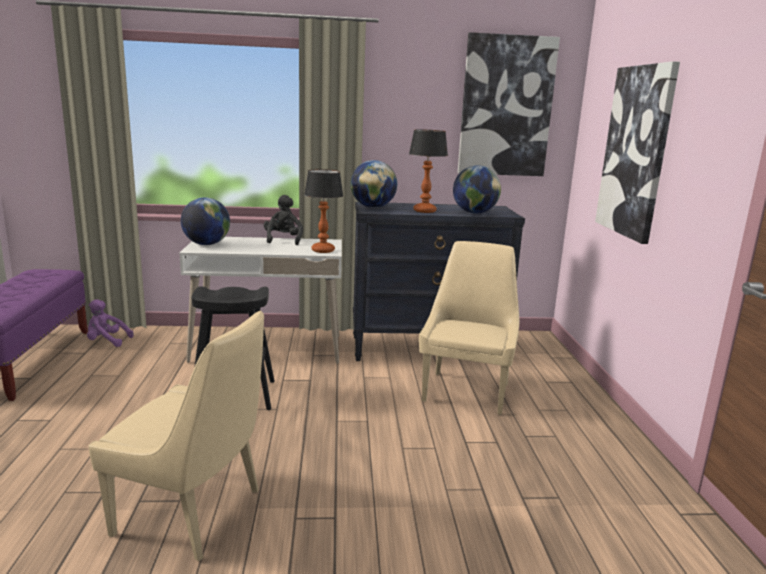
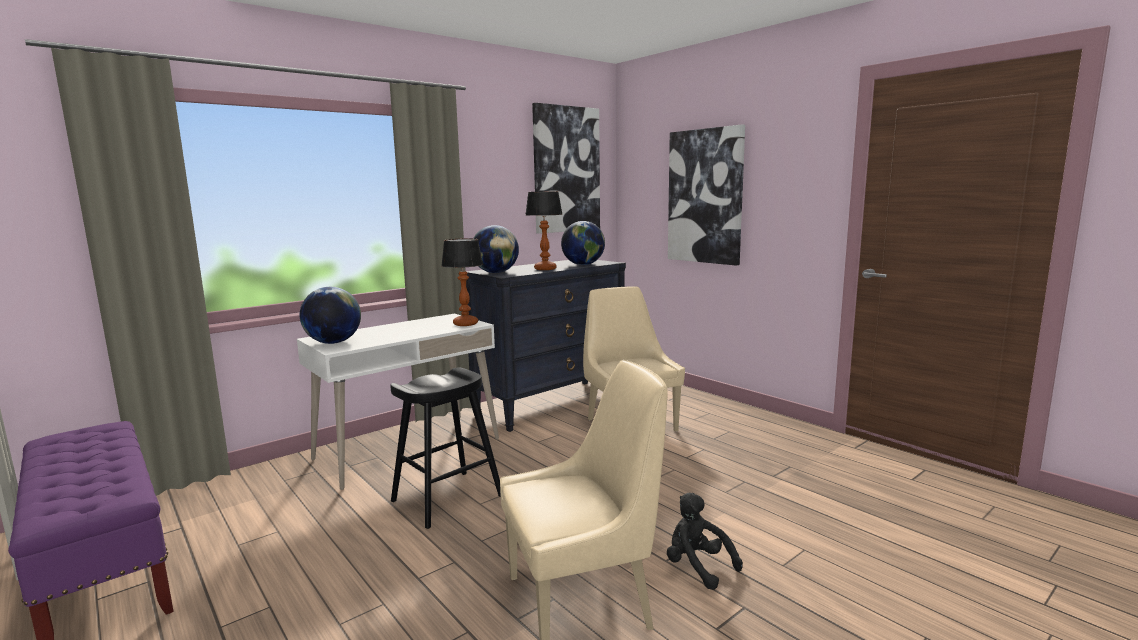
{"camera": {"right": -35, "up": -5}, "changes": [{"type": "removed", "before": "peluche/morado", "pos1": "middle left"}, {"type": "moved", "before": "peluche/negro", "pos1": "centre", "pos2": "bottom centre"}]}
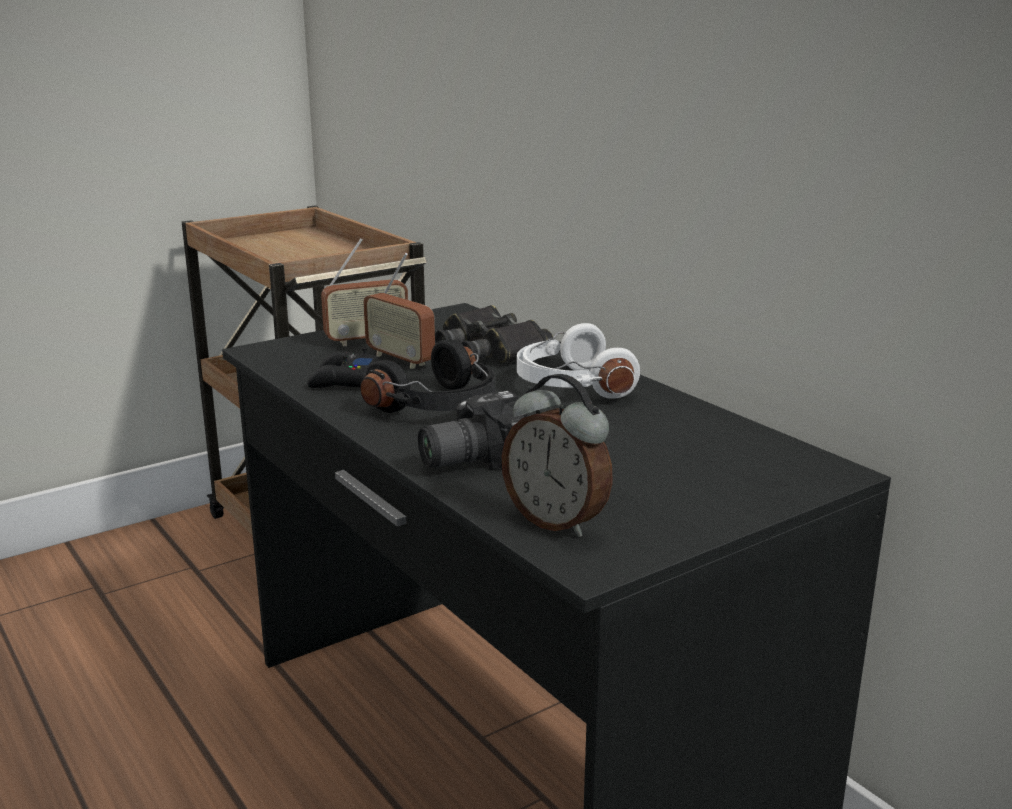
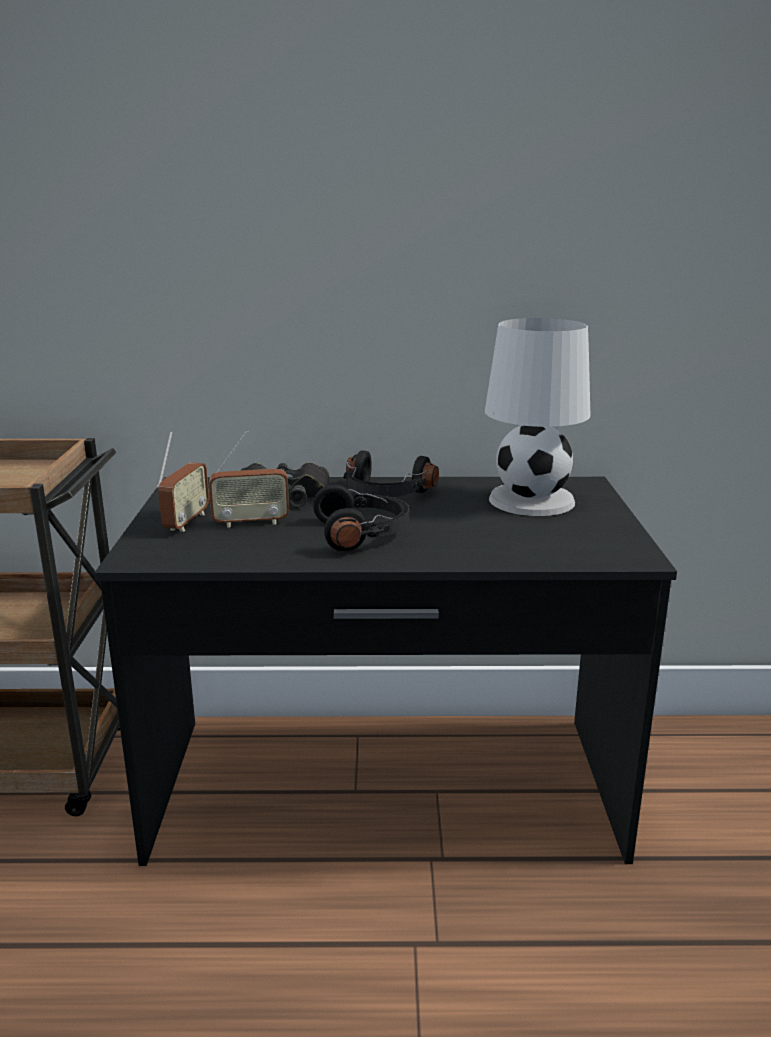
{"camera": {"right": -55, "up": 0}, "changes": [{"type": "removed", "before": "mando de consola/negro", "pos1": "centre"}, {"type": "removed", "before": "cámara", "pos1": "centre"}, {"type": "removed", "before": "despertador", "pos1": "centre"}, {"type": "added", "after": "lámpara de mesa/blanco", "pos2": "middle right"}, {"type": "recoloured", "before": "auriculares/blanco", "after": "auriculares/negro (2nd from left)", "pos1": "centre", "pos2": "centre"}]}
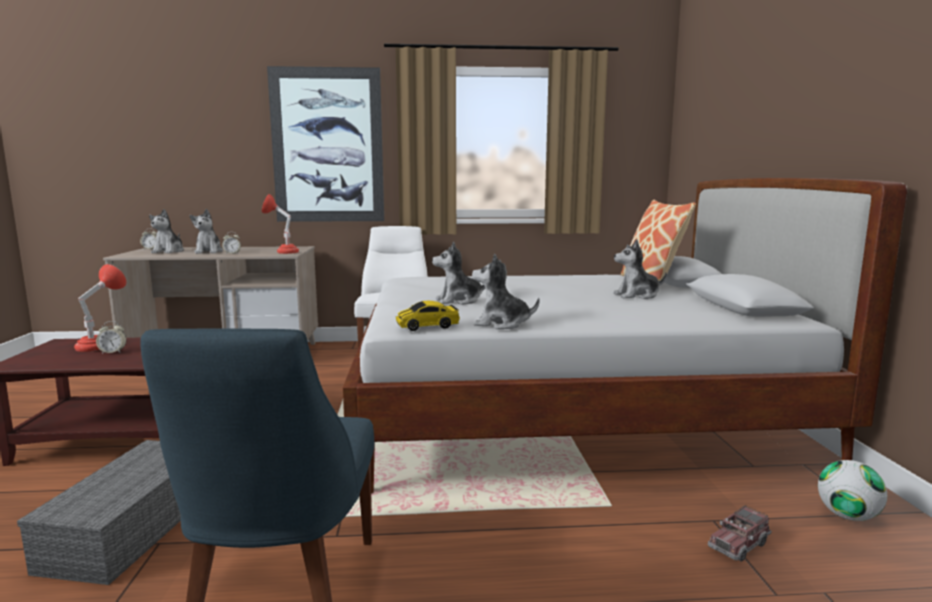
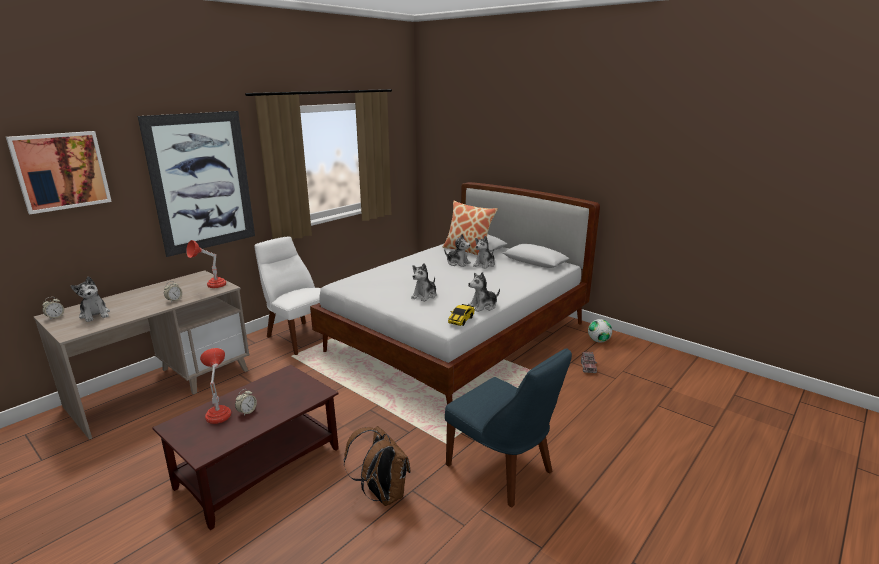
{"camera": {"right": -45, "up": 10}, "changes": [{"type": "added", "after": "cuadro (1st from left)", "pos2": "top left"}, {"type": "moved", "before": "peluche (2nd from left in the first image)", "after": "peluche (3rd from left)", "pos1": "middle left", "pos2": "centre"}, {"type": "replaced", "before": "caja de almacenaje/gris", "after": "mochila/marrón", "pos1": "bottom left", "pos2": "bottom centre"}]}
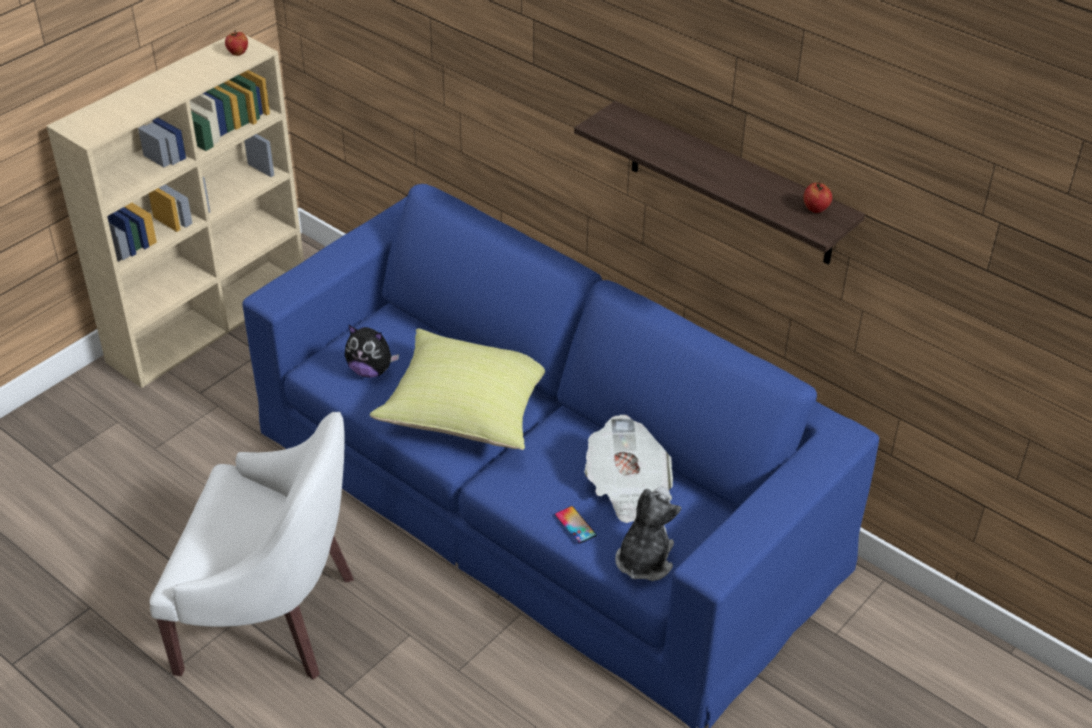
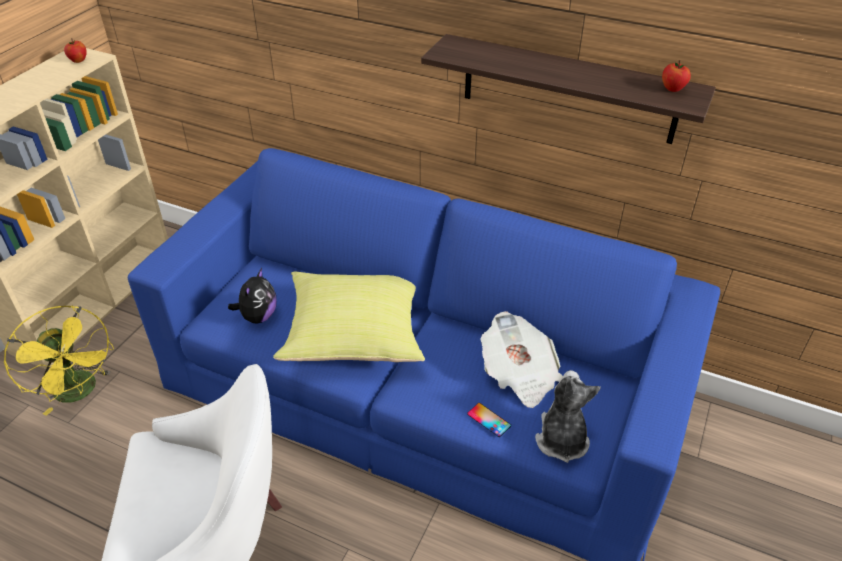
{"camera": {"right": -15, "up": 0}, "changes": [{"type": "added", "after": "ventilador/amarillo", "pos2": "middle left"}, {"type": "turned", "before": "peluche (1st from left)", "pos1": "centre", "pos2": "middle left", "turn": -75}]}
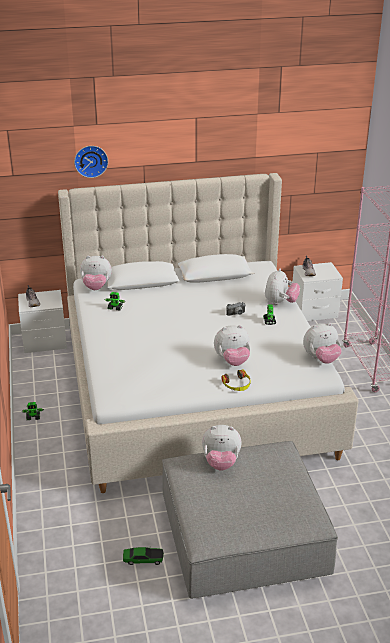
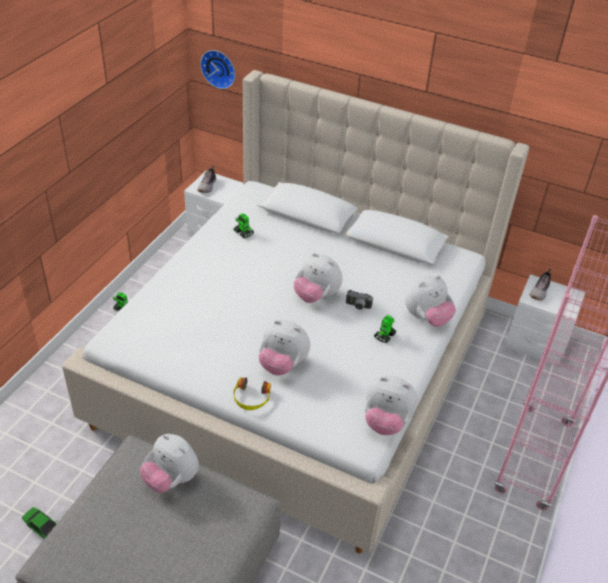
{"camera": {"right": 35, "up": 10}, "changes": [{"type": "moved", "before": "reloj de pared", "pos1": "top left", "pos2": "top centre"}, {"type": "moved", "before": "peluche (1st from left in the first image)", "after": "peluche (3rd from left)", "pos1": "middle left", "pos2": "centre"}]}
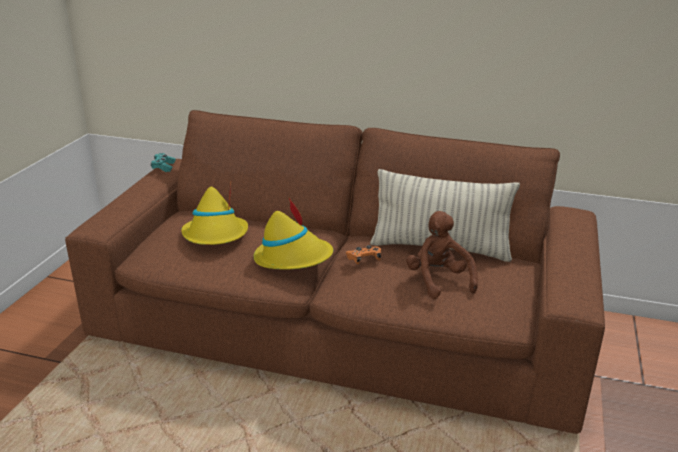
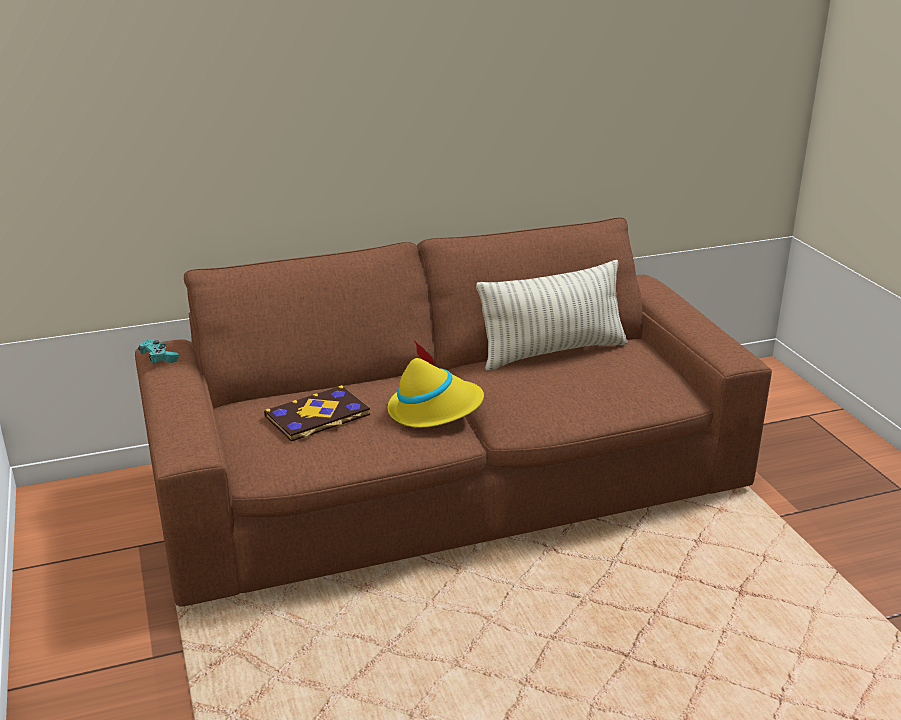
{"camera": {"right": -35, "up": 0}, "changes": [{"type": "removed", "before": "mando de consola/naranja", "pos1": "centre"}, {"type": "removed", "before": "peluche/marrón", "pos1": "centre"}, {"type": "replaced", "before": "sombrero/amarillo (1st from left)", "after": "libro", "pos1": "middle left", "pos2": "centre"}]}
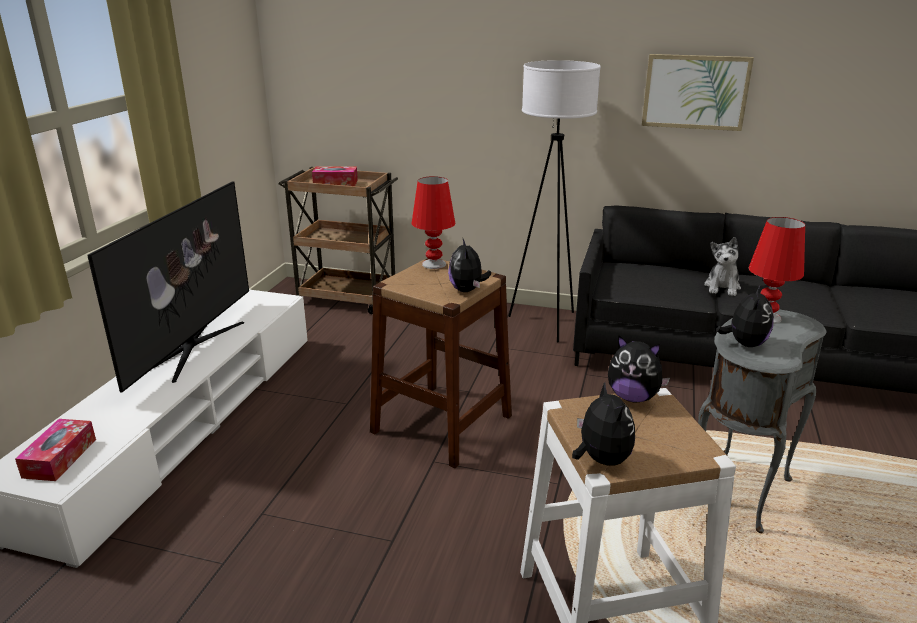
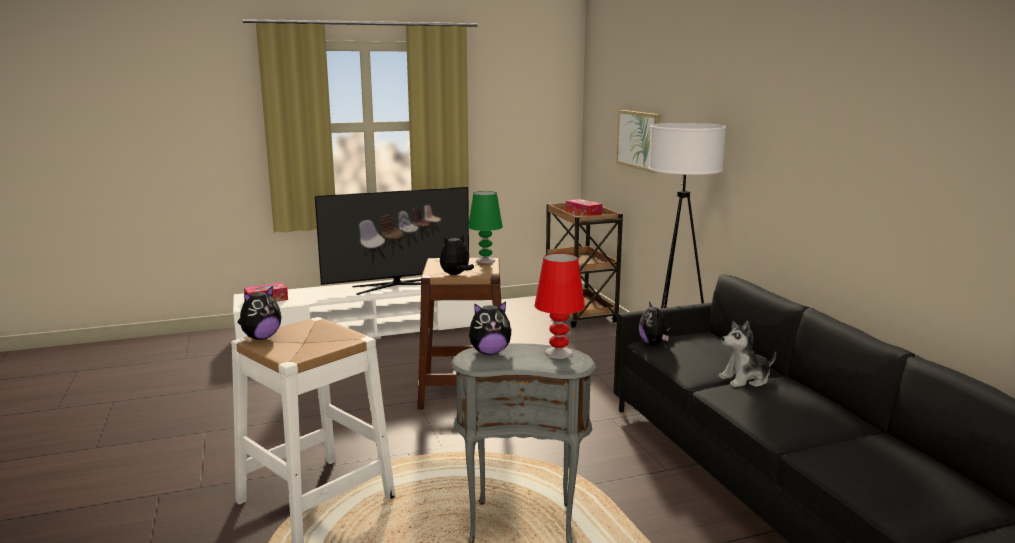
{"camera": {"right": 55, "up": -10}, "changes": [{"type": "moved", "before": "peluche (3rd from left in the first image)", "after": "peluche (4th from left)", "pos1": "middle right", "pos2": "centre"}, {"type": "moved", "before": "cuadro", "pos1": "top right", "pos2": "top centre"}, {"type": "recoloured", "before": "lámpara de mesa/rojo (1st from left)", "after": "lámpara de mesa/verde", "pos1": "centre", "pos2": "centre"}]}
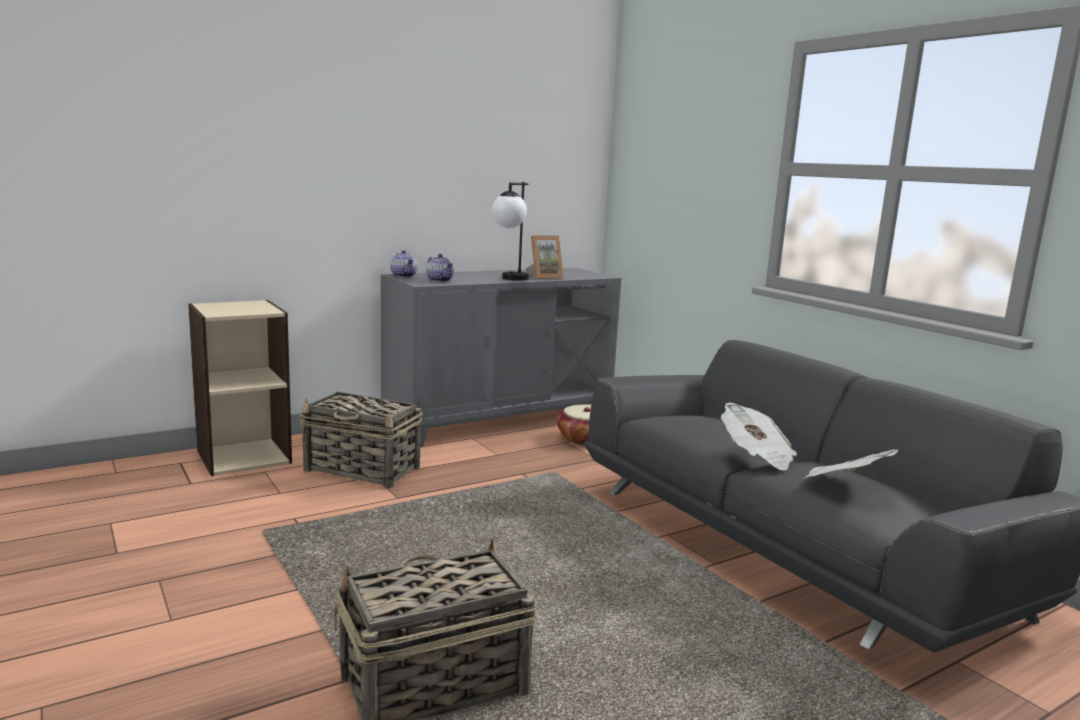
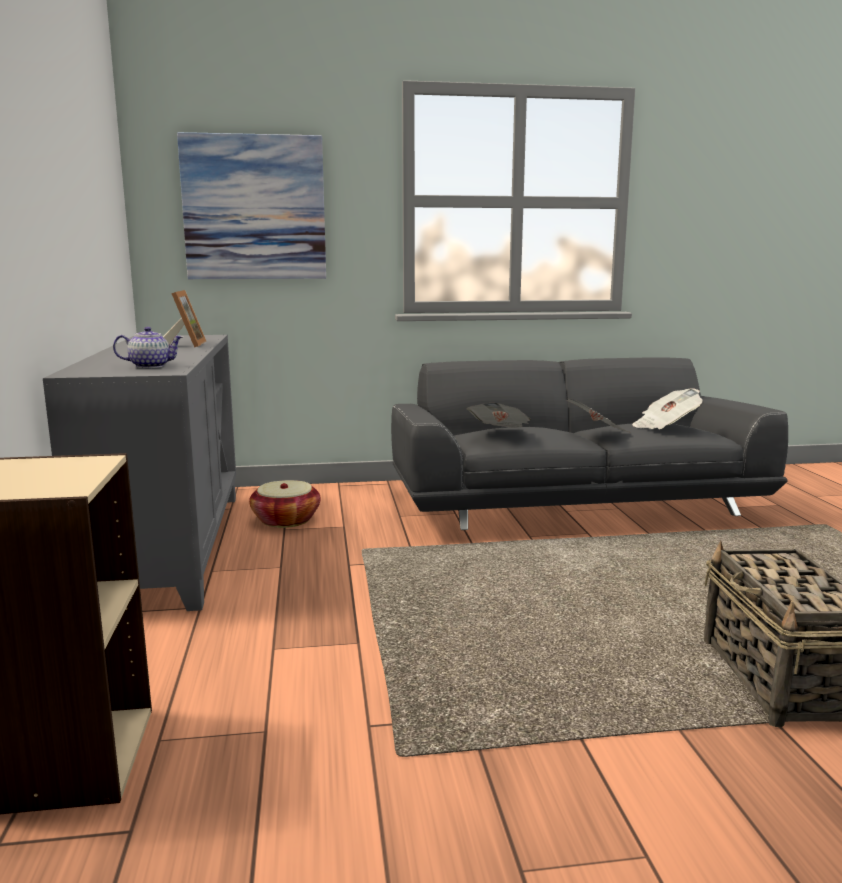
{"camera": {"right": -65, "up": 0}, "changes": [{"type": "removed", "before": "cesta (1st from left)", "pos1": "centre"}, {"type": "removed", "before": "tetera (1st from left)", "pos1": "centre"}, {"type": "removed", "before": "lámpara de mesa", "pos1": "top centre"}, {"type": "added", "after": "cuadro", "pos2": "top left"}, {"type": "added", "after": "periódico (1st from left)", "pos2": "centre"}]}
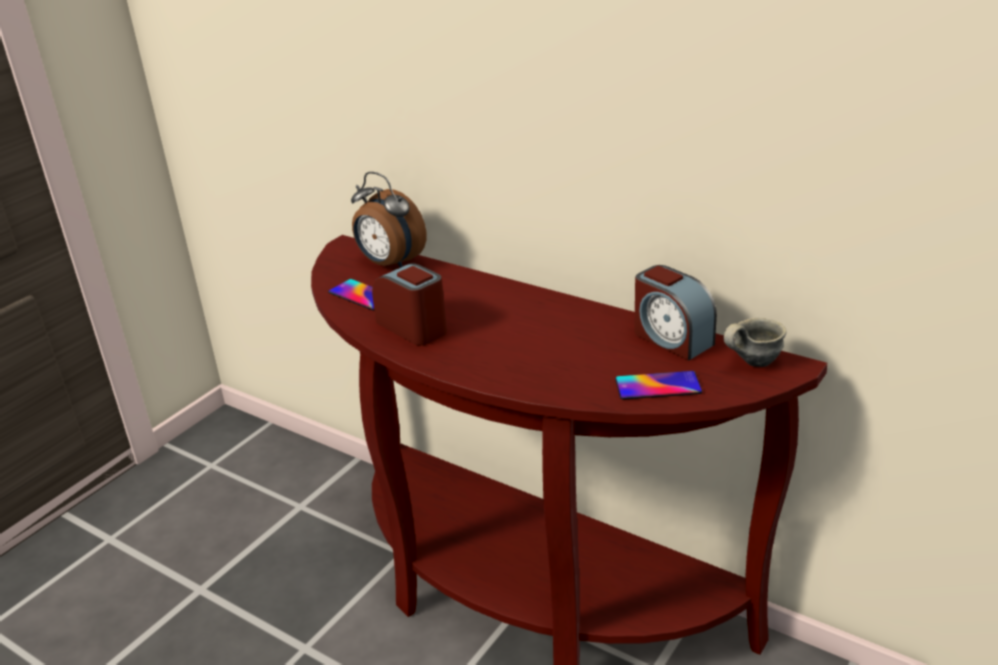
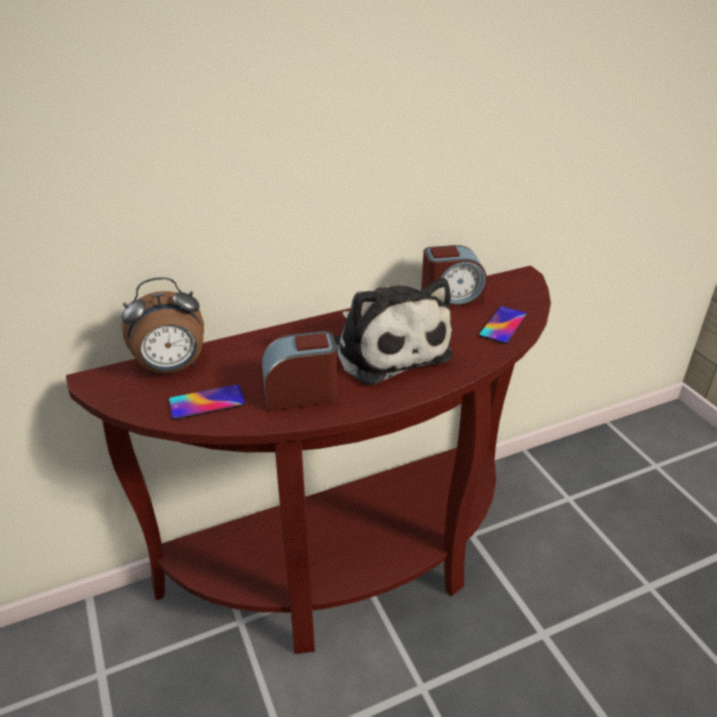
{"camera": {"right": -60, "up": 5}, "changes": [{"type": "removed", "before": "taza grande/gris", "pos1": "middle right"}, {"type": "added", "after": "peluche", "pos2": "centre"}]}
